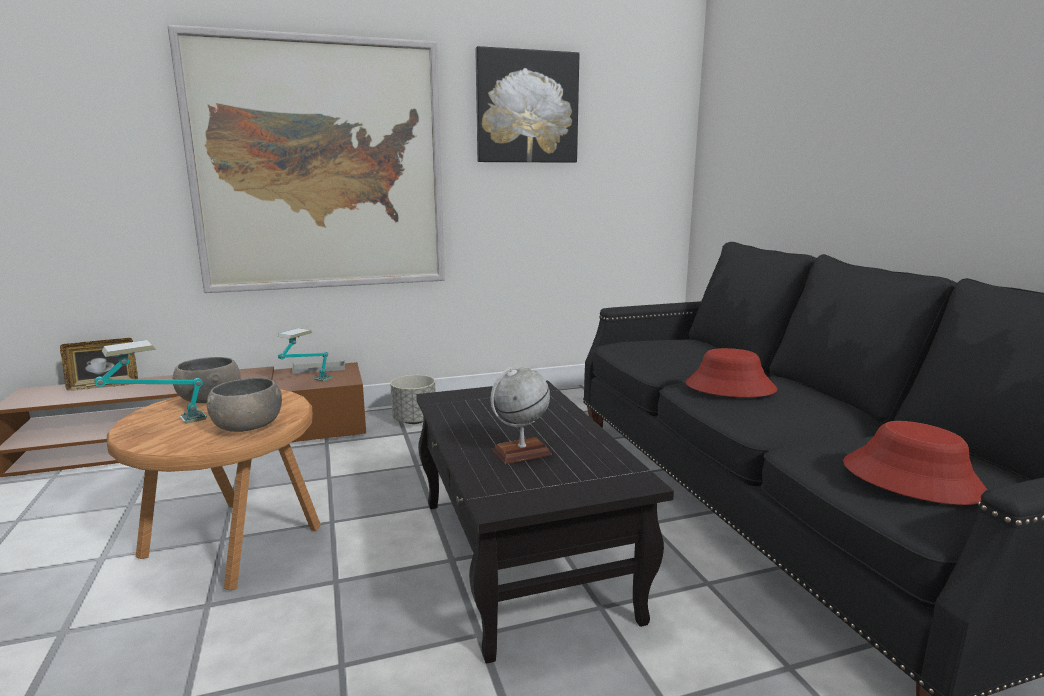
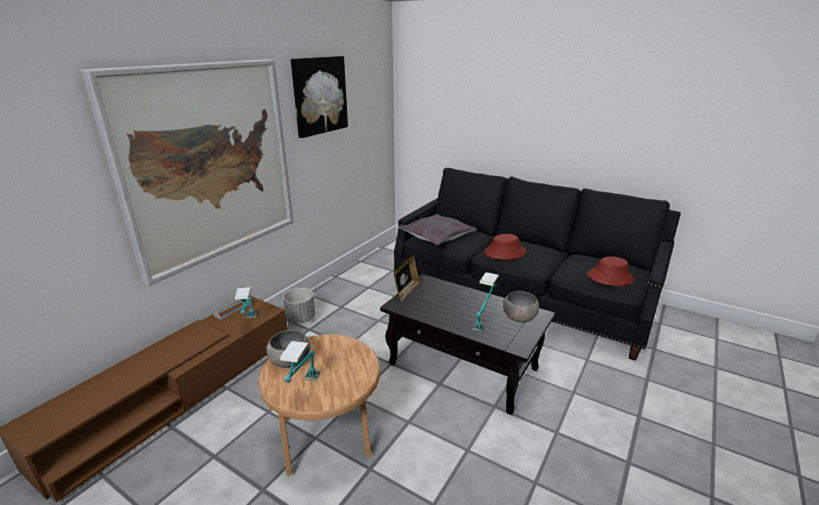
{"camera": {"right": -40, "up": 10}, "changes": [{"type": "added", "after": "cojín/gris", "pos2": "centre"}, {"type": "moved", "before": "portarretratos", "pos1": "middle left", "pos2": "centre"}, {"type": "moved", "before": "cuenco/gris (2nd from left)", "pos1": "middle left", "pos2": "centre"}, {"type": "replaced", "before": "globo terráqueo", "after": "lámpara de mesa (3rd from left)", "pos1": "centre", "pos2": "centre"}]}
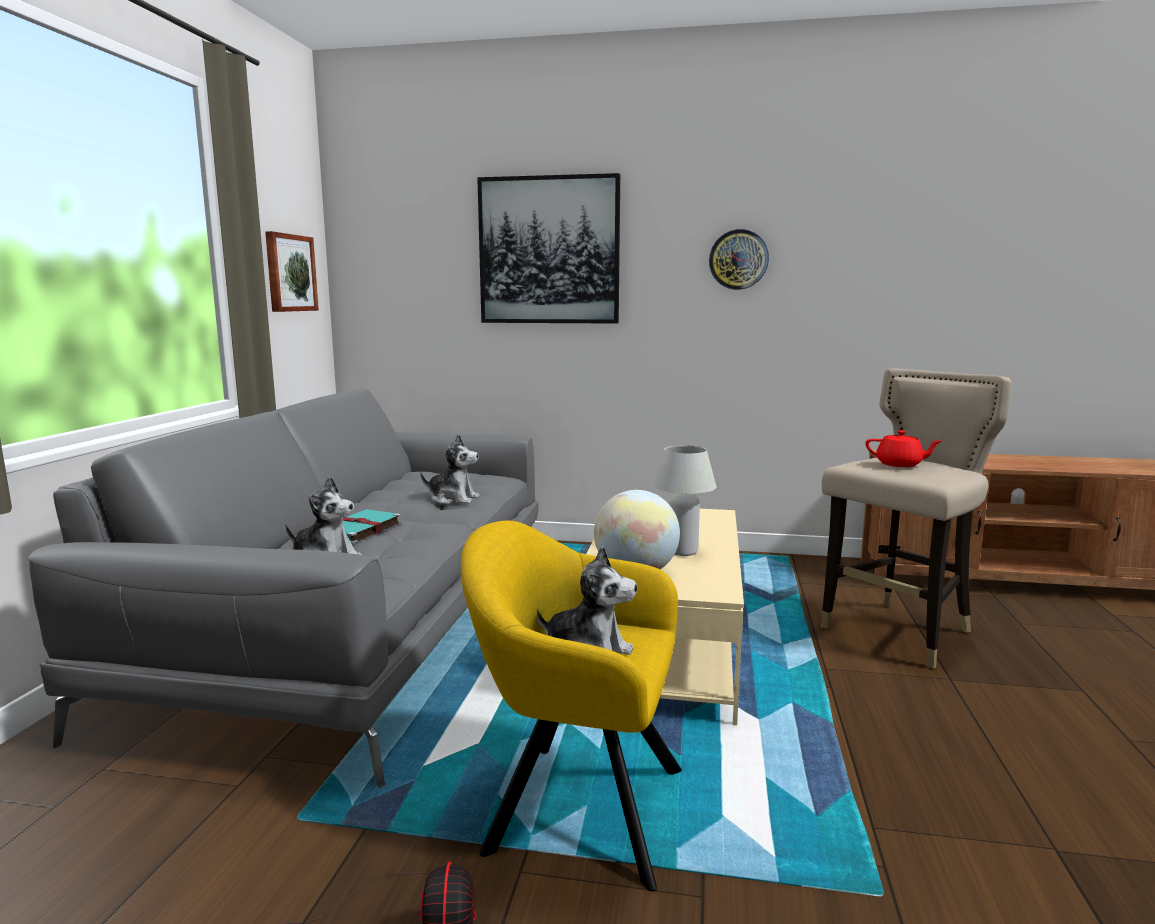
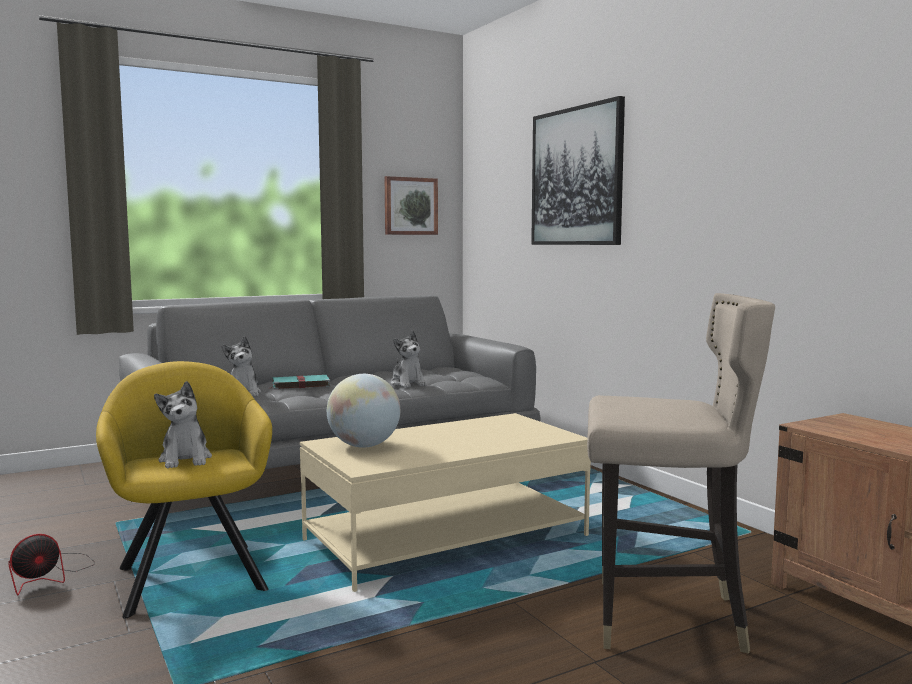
{"camera": {"right": 50, "up": -5}, "changes": [{"type": "removed", "before": "lámpara de mesa/blanco", "pos1": "centre"}, {"type": "removed", "before": "reloj de pared", "pos1": "top centre"}, {"type": "removed", "before": "tetera/rojo", "pos1": "middle right"}]}
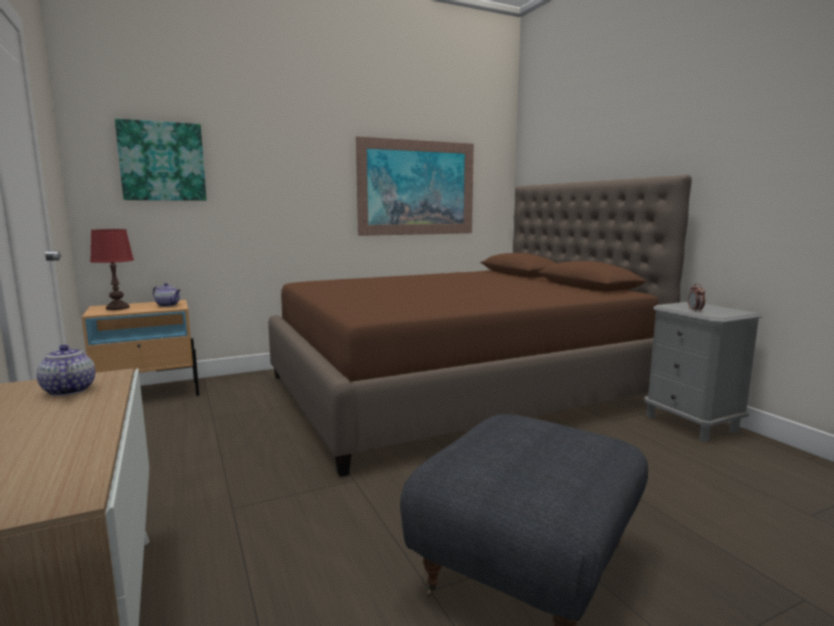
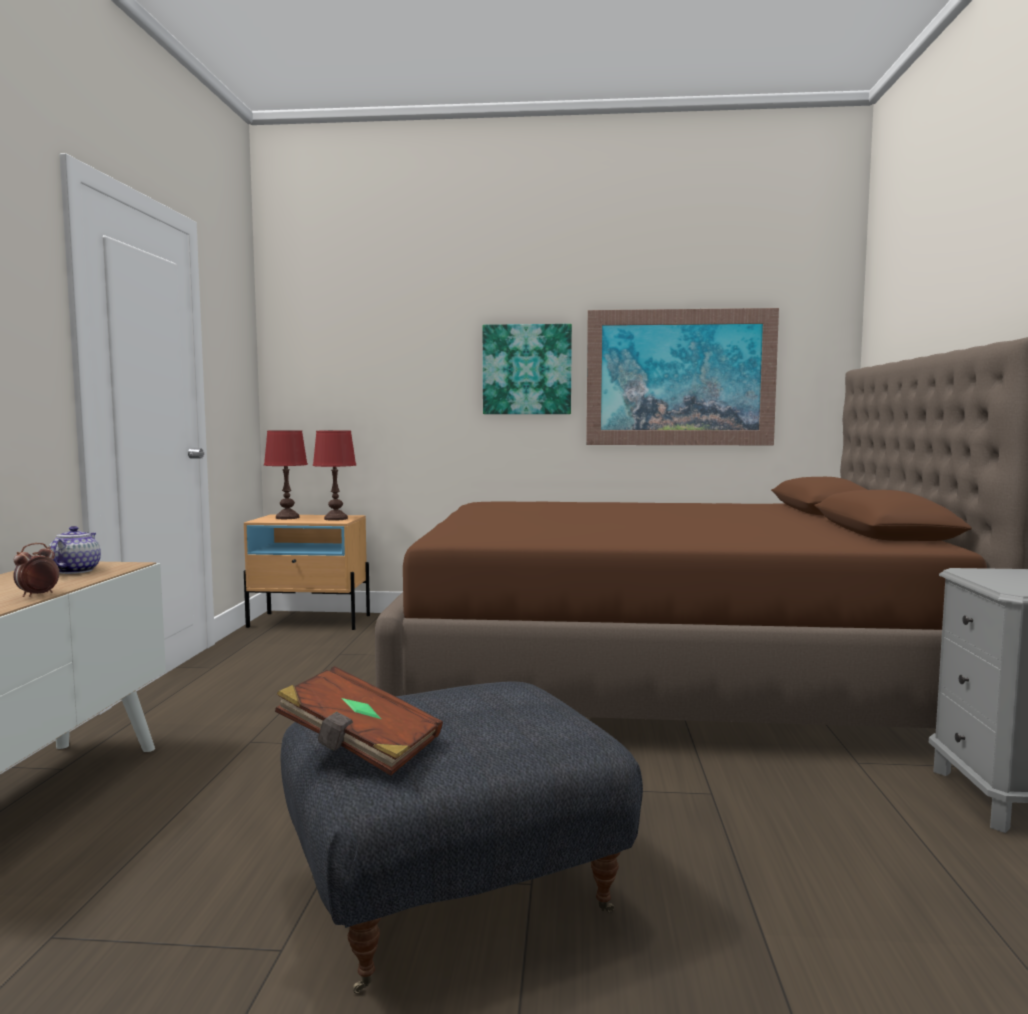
{"camera": {"right": 30, "up": -5}, "changes": [{"type": "added", "after": "libro/marrón", "pos2": "bottom centre"}, {"type": "moved", "before": "cuadro (1st from left)", "pos1": "top left", "pos2": "centre"}, {"type": "moved", "before": "despertador", "pos1": "middle right", "pos2": "middle left"}, {"type": "replaced", "before": "tetera (2nd from left)", "after": "lámpara de mesa/rojo (2nd from left)", "pos1": "middle left", "pos2": "middle left"}]}
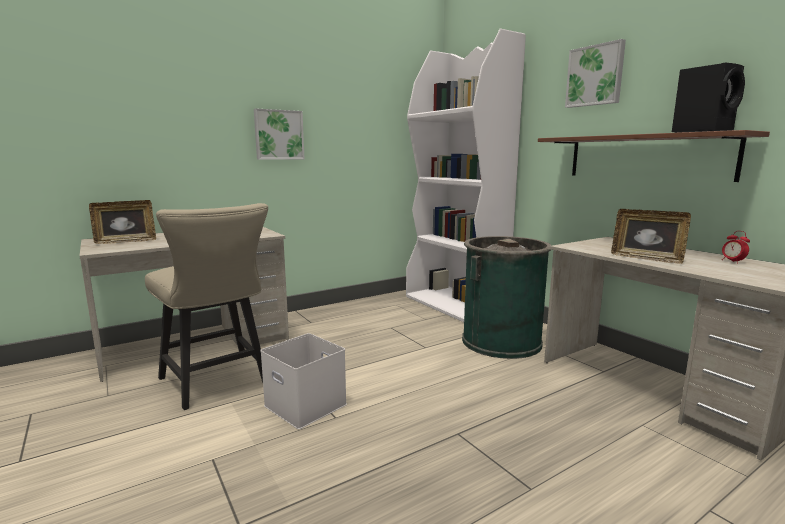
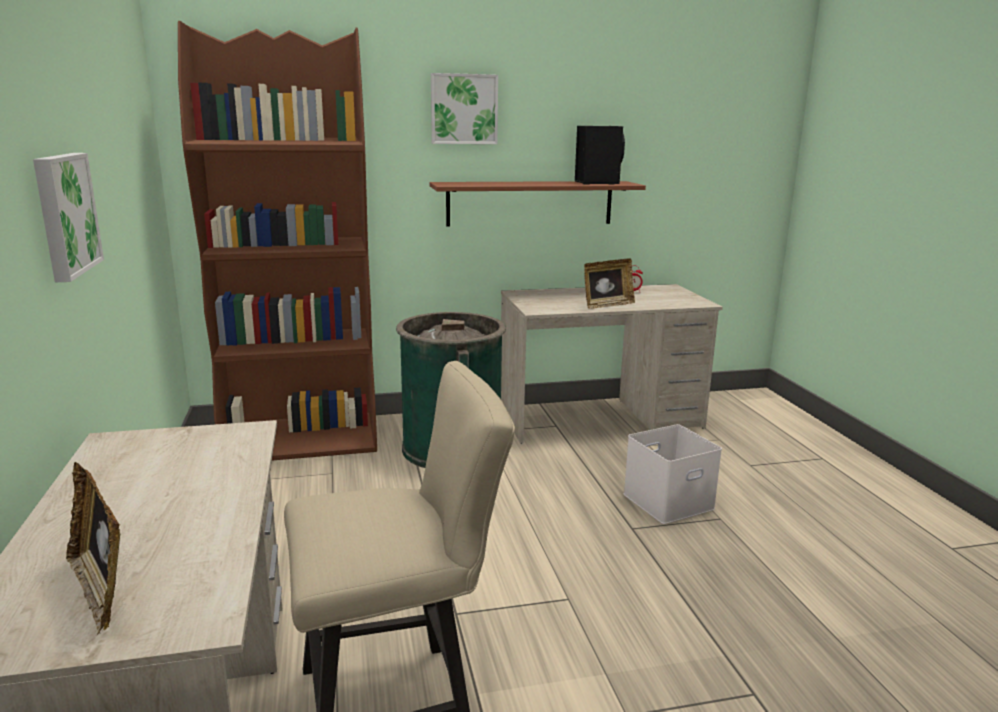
{"camera": {"right": -70, "up": 5}, "changes": [{"type": "moved", "before": "caja de almacenaje/blanco", "pos1": "bottom centre", "pos2": "middle right"}, {"type": "recoloured", "before": "estantería/blanco", "after": "estantería/marrón", "pos1": "centre", "pos2": "middle left"}, {"type": "turned", "before": "portarretratos (1st from left)", "pos1": "middle left", "pos2": "bottom left", "turn": 150}]}
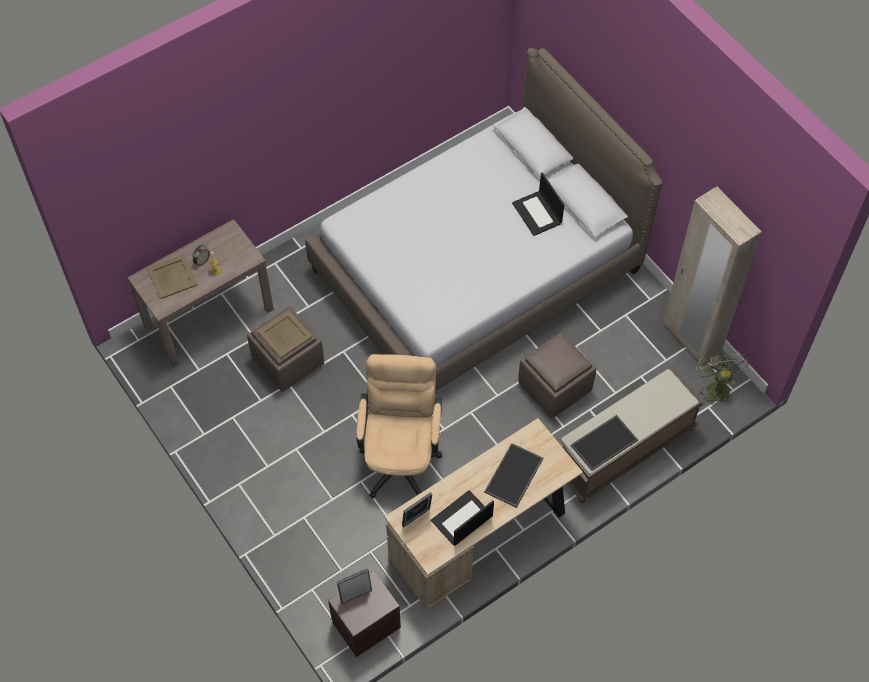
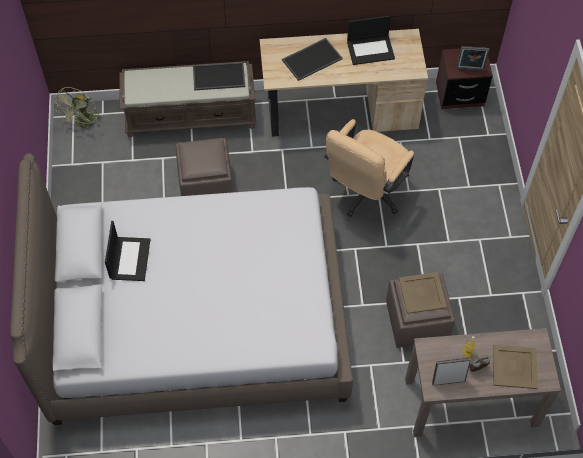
{"camera": {"right": -150, "up": 0}, "changes": [{"type": "removed", "before": "armario ropero/beis", "pos1": "middle right"}, {"type": "moved", "before": "portarretratos (2nd from left in the first image)", "after": "portarretratos (1st from left)", "pos1": "bottom centre", "pos2": "bottom right"}]}
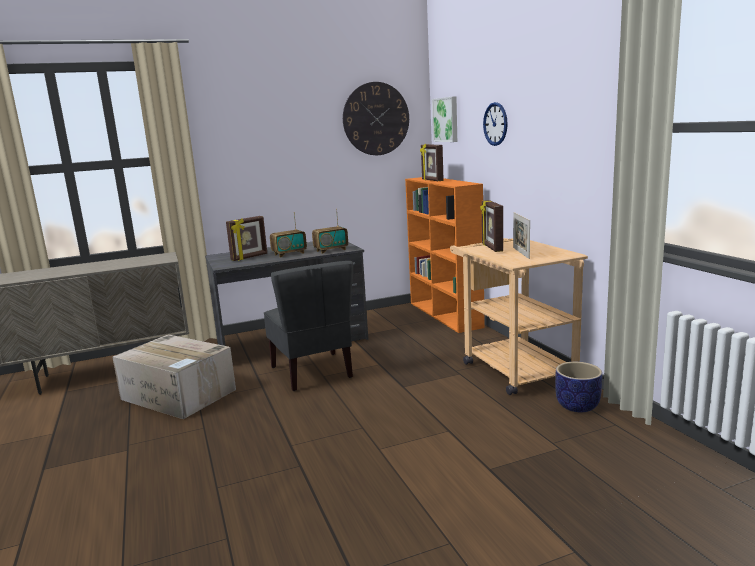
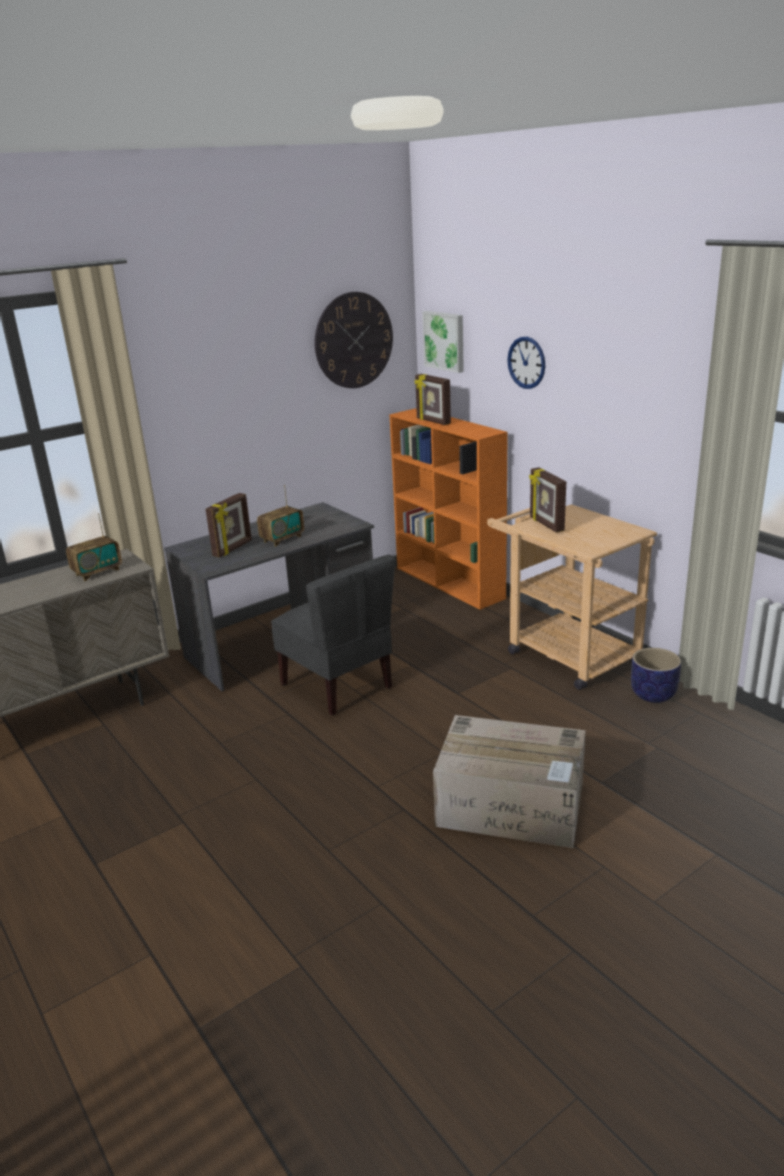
{"camera": {"right": -15, "up": 10}, "changes": [{"type": "removed", "before": "portarretratos (4th from left)", "pos1": "middle right"}, {"type": "moved", "before": "caja de cartón", "pos1": "middle left", "pos2": "centre"}, {"type": "moved", "before": "radio (2nd from left in the first image)", "after": "radio (1st from left)", "pos1": "centre", "pos2": "middle left"}]}
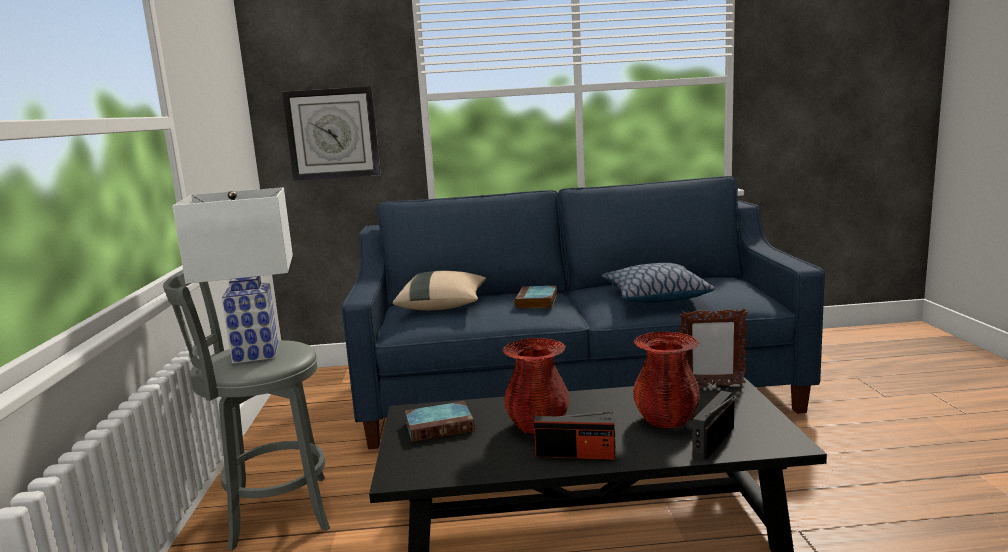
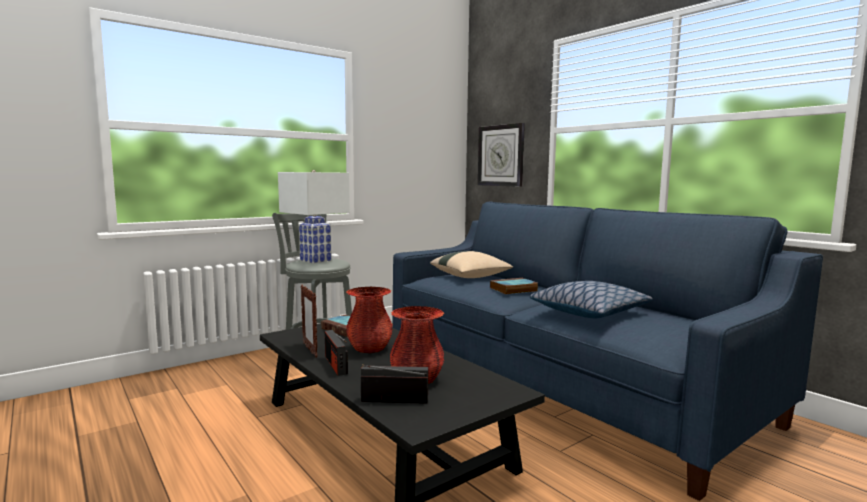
{"camera": {"right": 55, "up": -5}, "changes": [{"type": "moved", "before": "portarretratos", "pos1": "middle right", "pos2": "centre"}]}
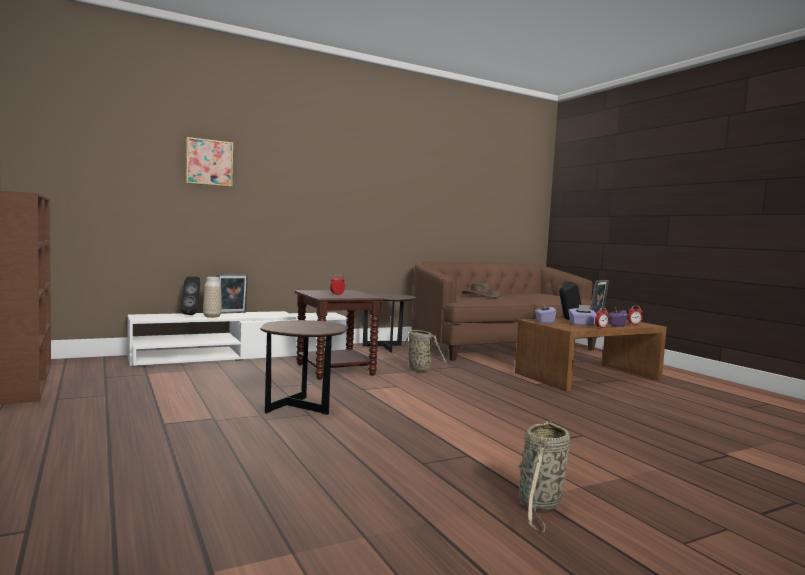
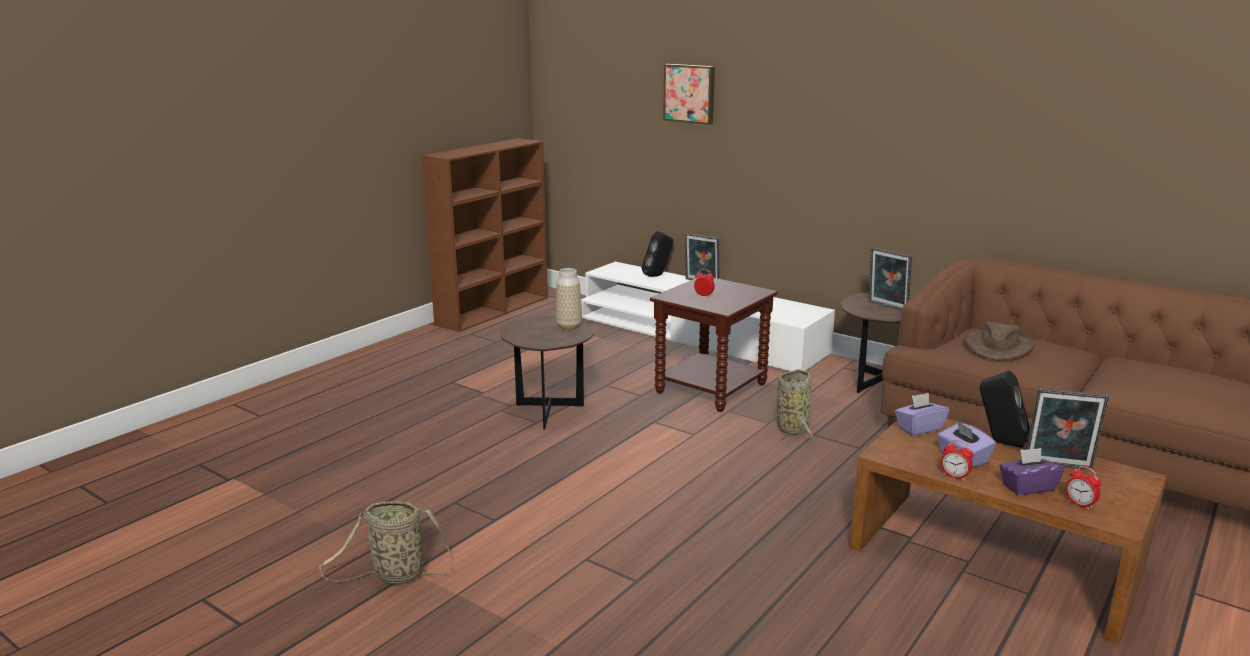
{"camera": {"right": 65, "up": 15}, "changes": [{"type": "added", "after": "portarretratos (2nd from left)", "pos2": "middle right"}, {"type": "moved", "before": "florero", "pos1": "middle left", "pos2": "centre"}]}
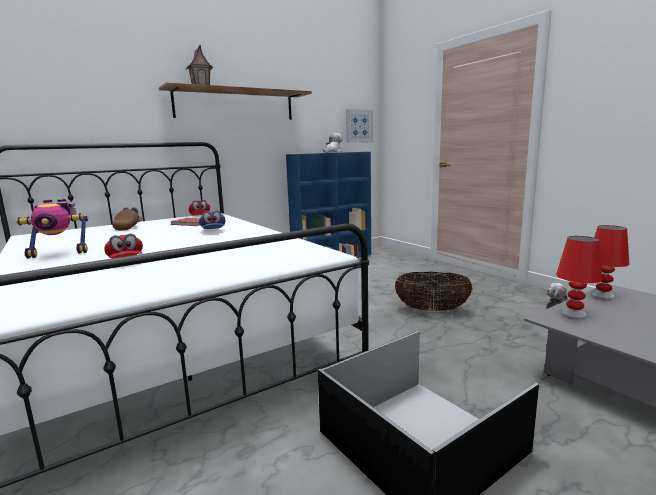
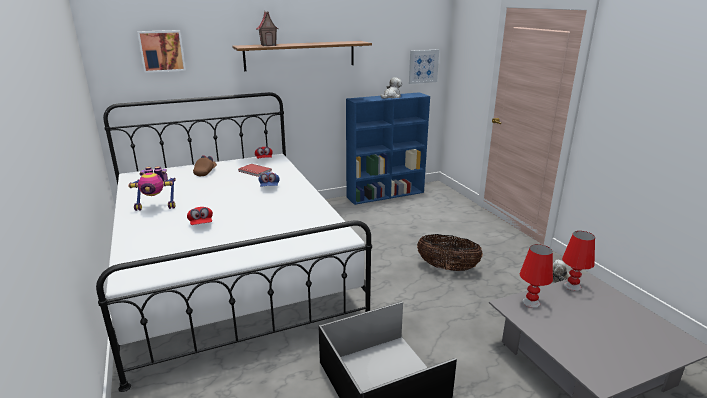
{"camera": {"right": 10, "up": 10}, "changes": [{"type": "added", "after": "cuadro (1st from left)", "pos2": "top left"}]}
